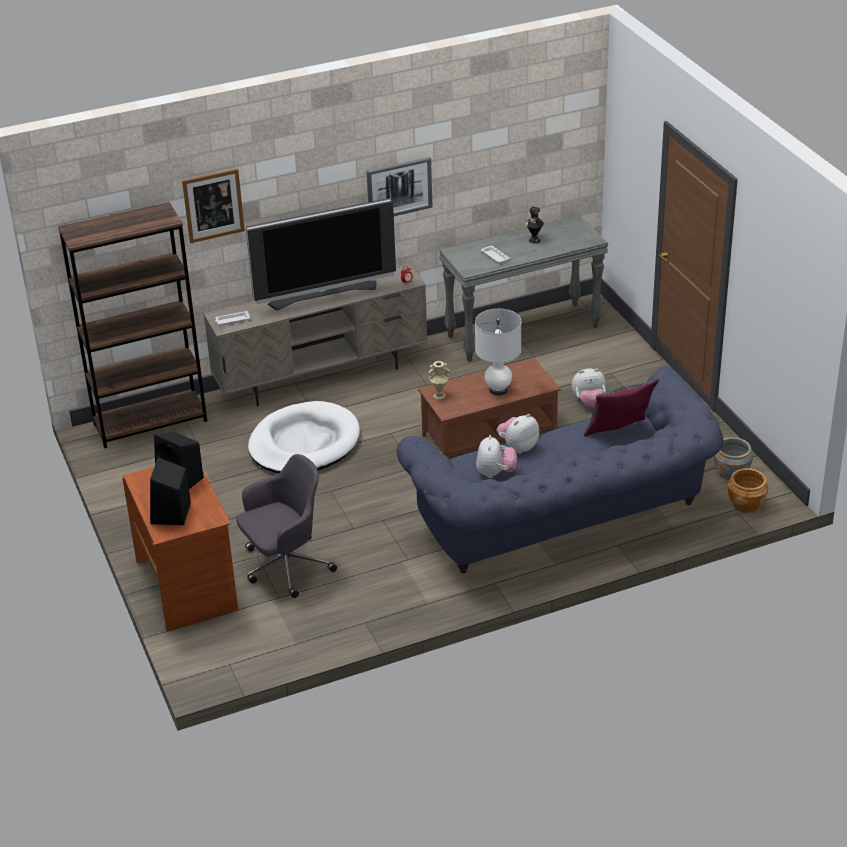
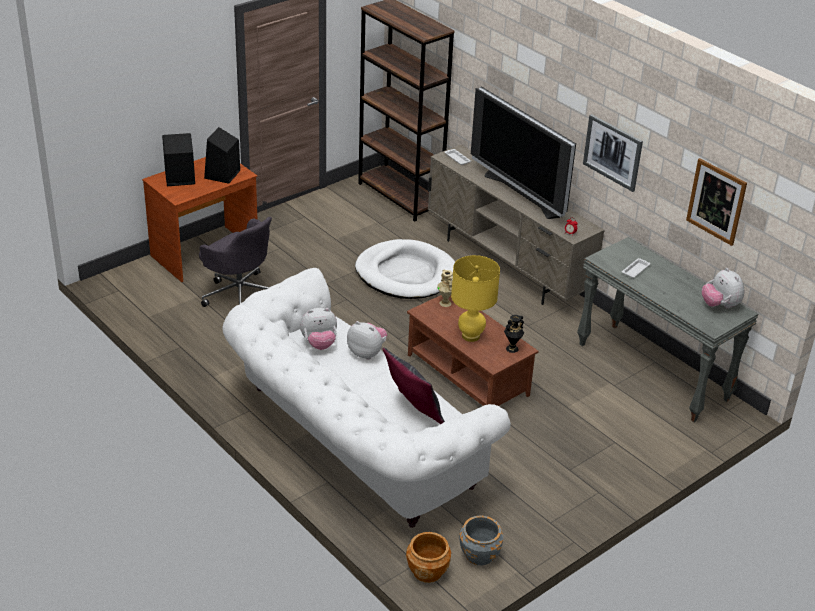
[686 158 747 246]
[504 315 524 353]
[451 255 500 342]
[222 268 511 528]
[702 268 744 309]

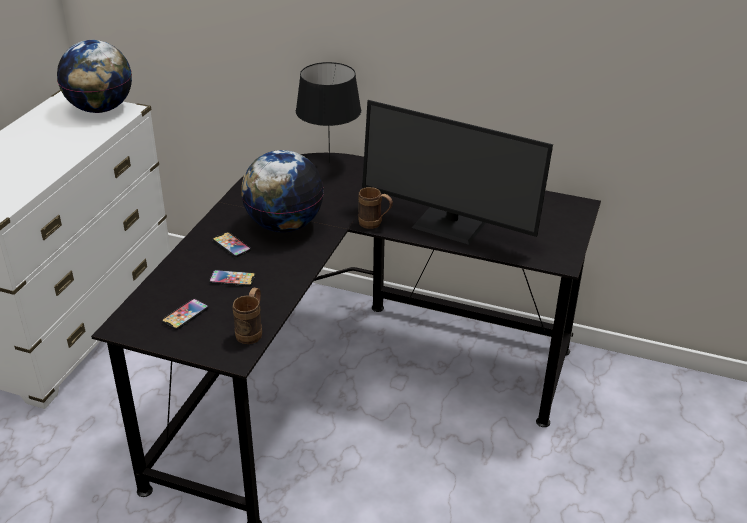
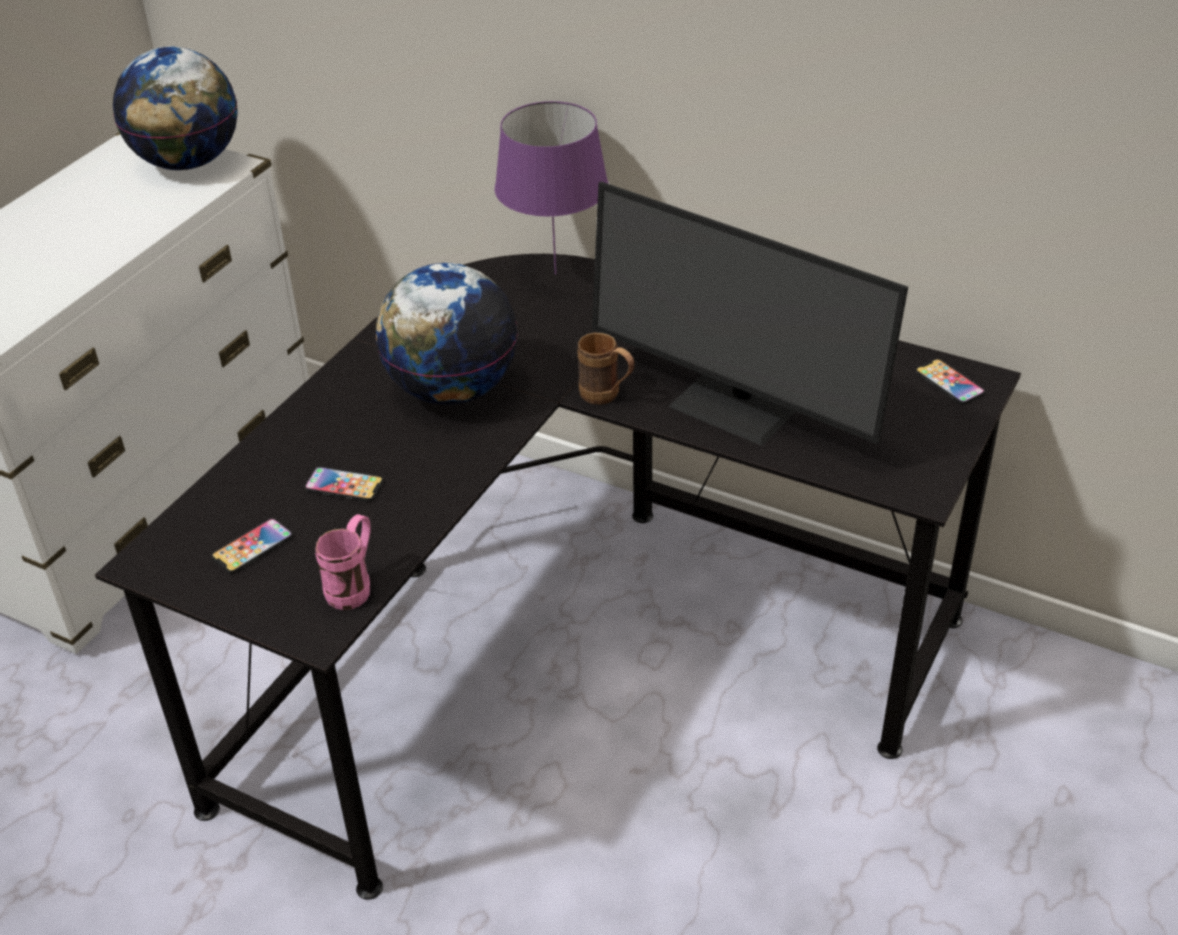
[495 101 608 275]
[915 359 985 405]
[315 514 371 610]

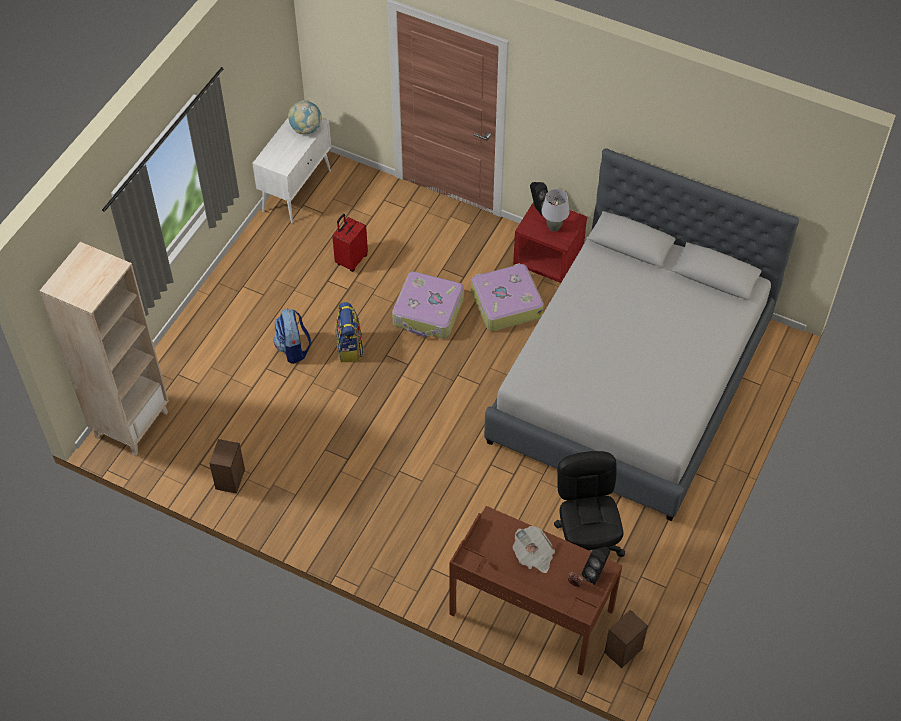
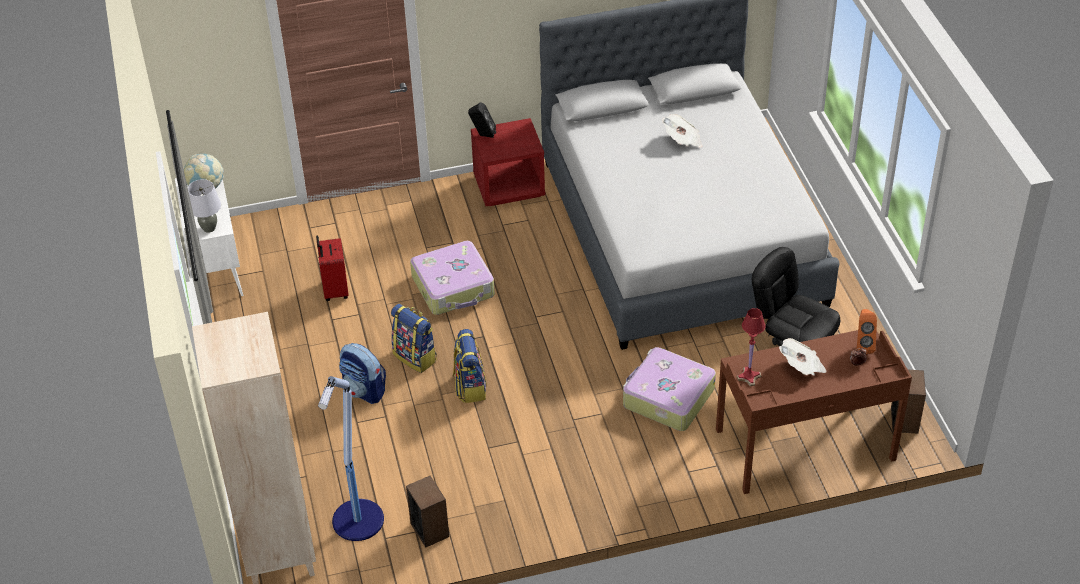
[188 179 221 233]
[623 347 716 431]
[857 309 877 354]
[662 114 703 147]
[736 308 766 386]
[453 329 487 403]
[318 376 384 541]

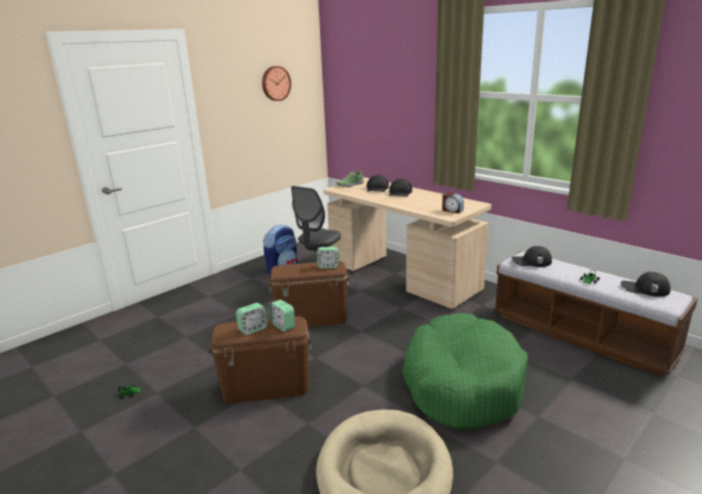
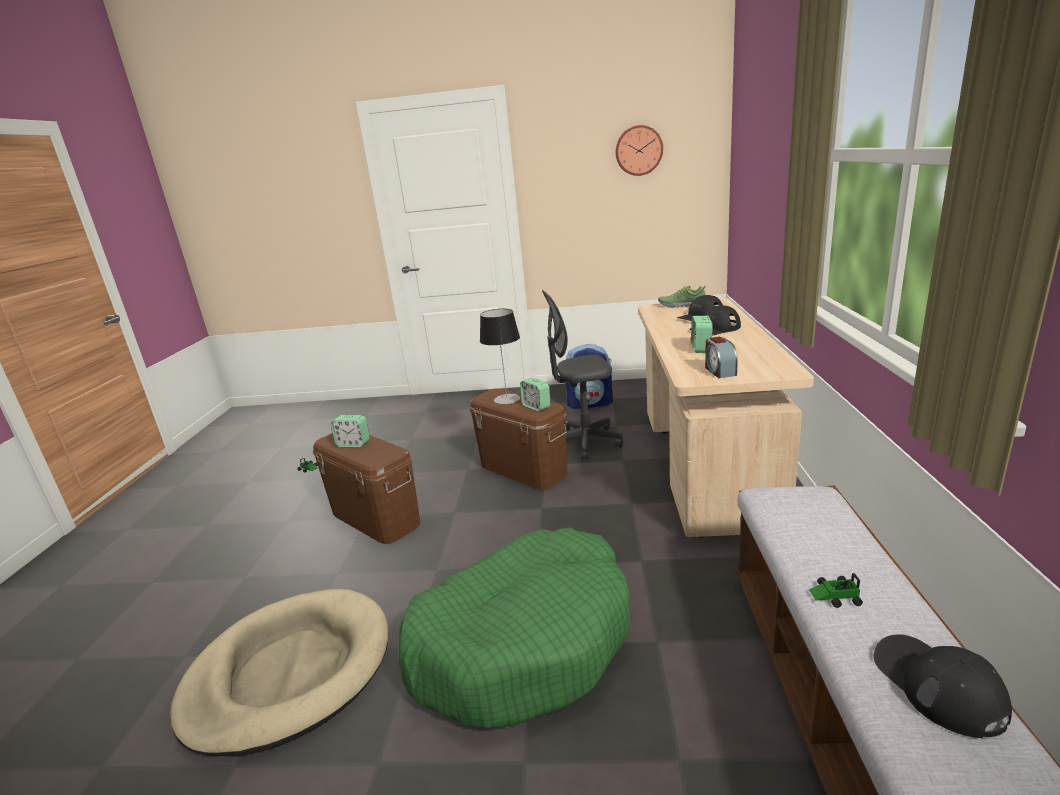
[512 246 552 267] (first image)
[691 316 713 353]
[480 309 520 404]

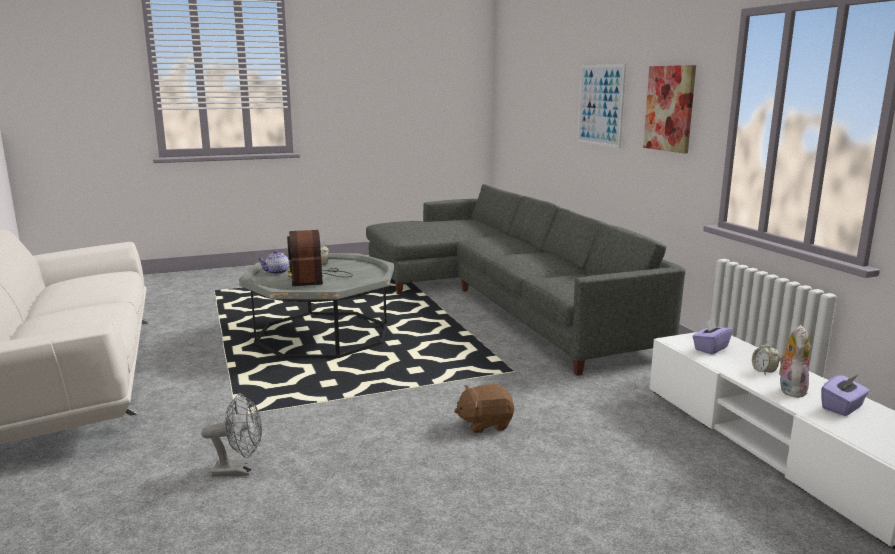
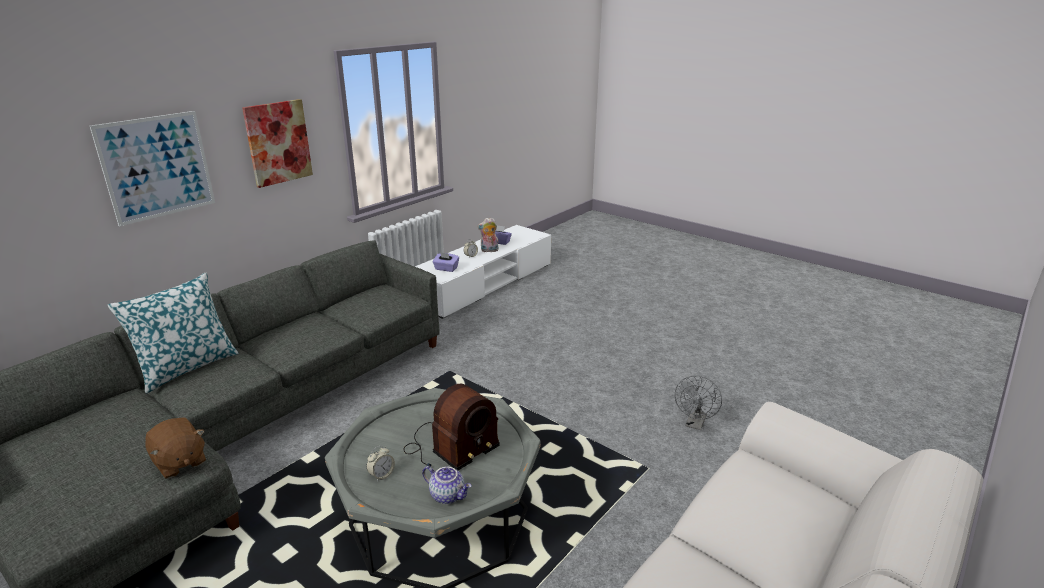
[146 417 206 479]
[675 376 722 430]
[108 273 239 394]

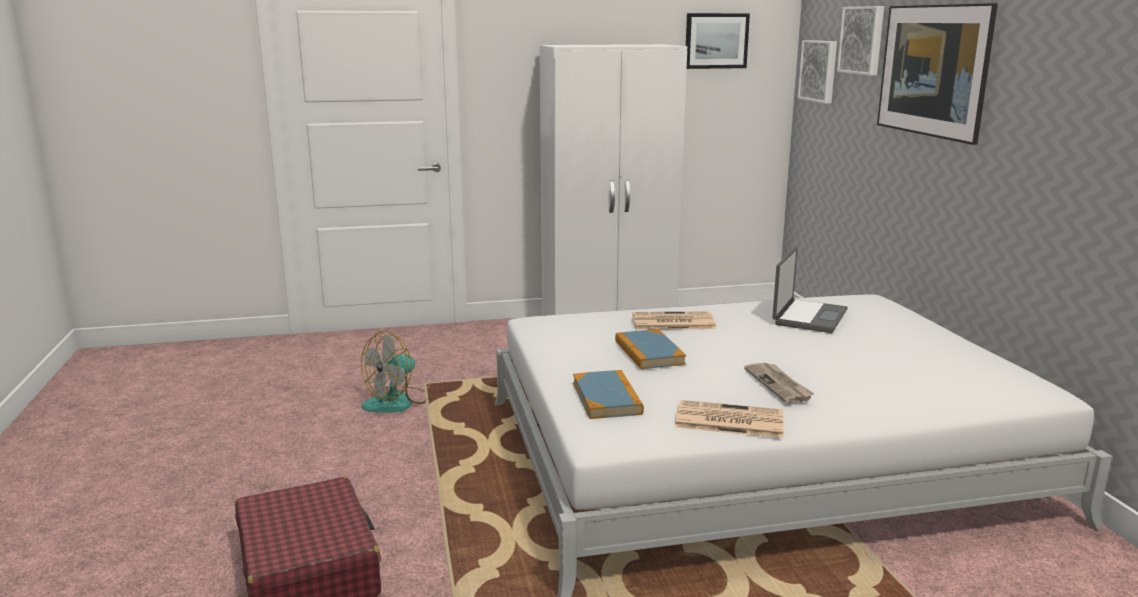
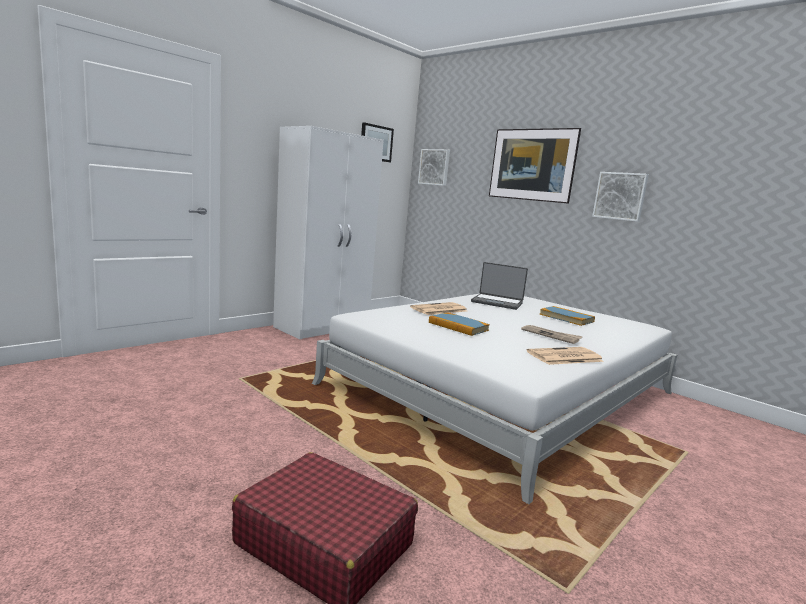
[592 172 649 222]
[471 262 528 310]
[361 331 430 413] (first image)
[540 306 595 326]

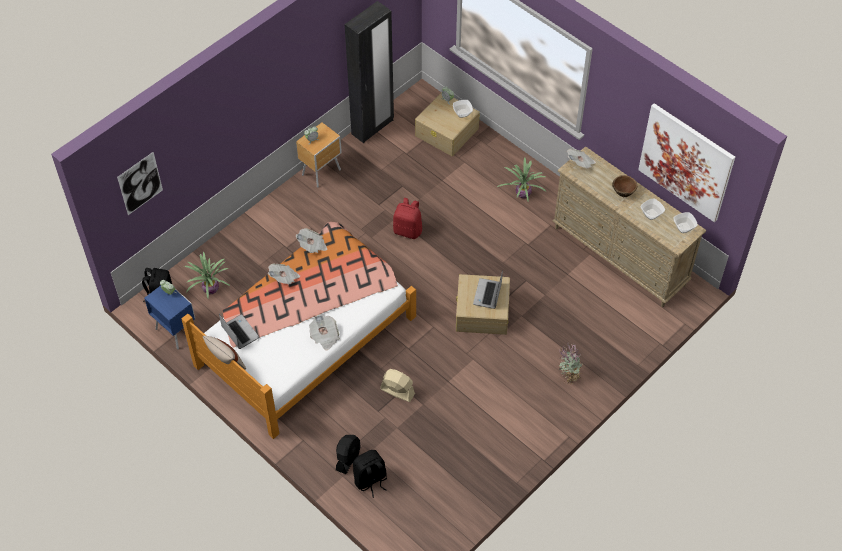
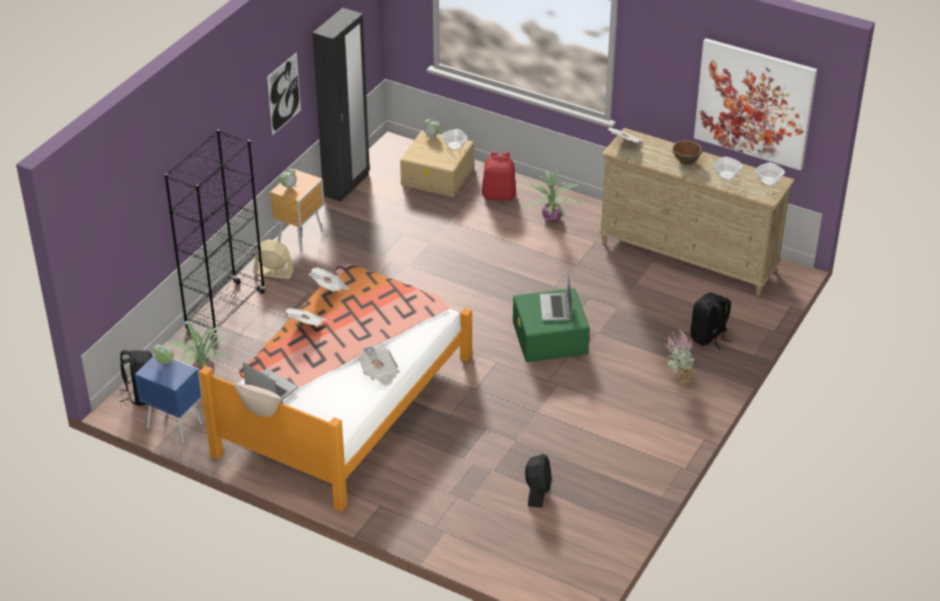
[267 52 301 135]
[482 151 516 201]
[513 288 590 362]
[253 240 294 279]
[525 454 551 508]
[690 293 731 350]
[164 130 265 340]

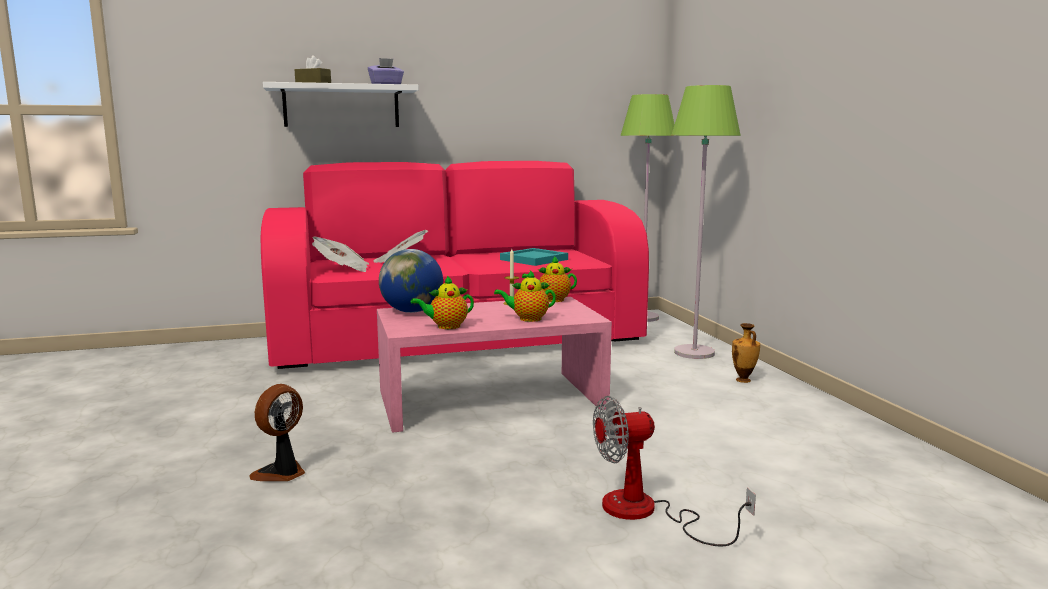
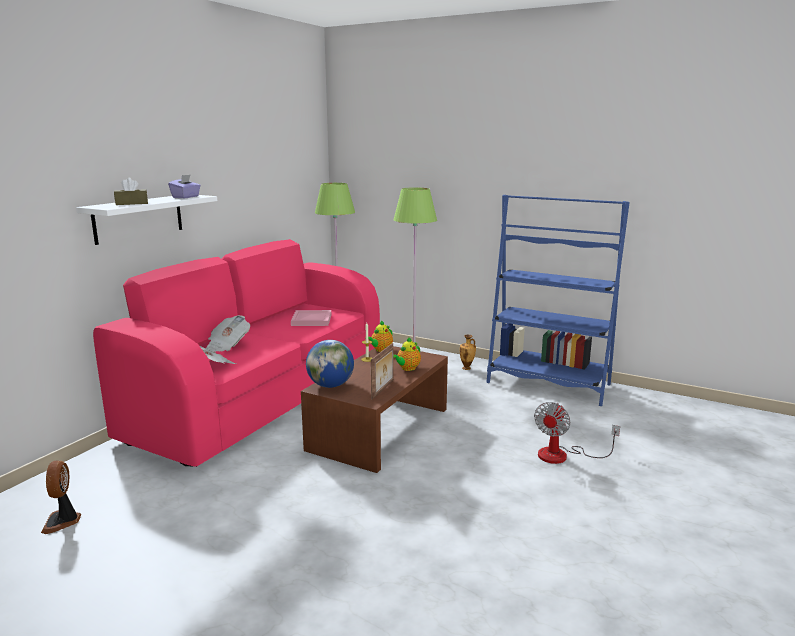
[291 310 331 326]
[371 343 393 400]
[301 346 448 473]
[41 461 81 534]
[486 195 630 406]

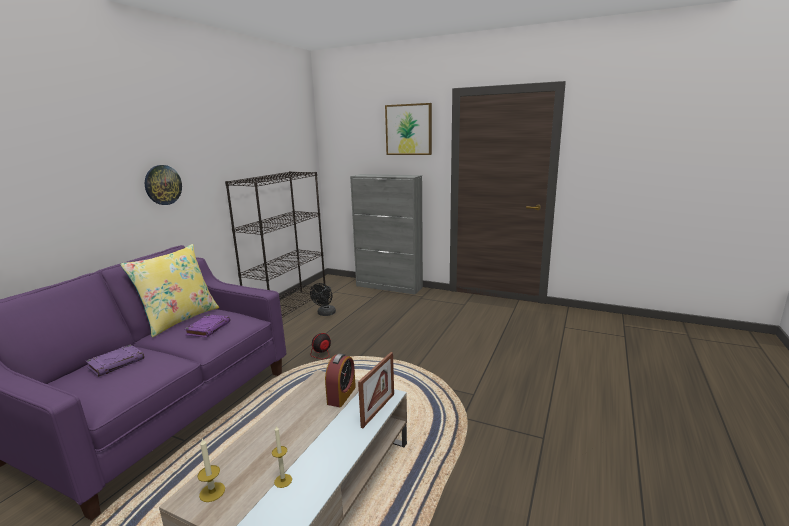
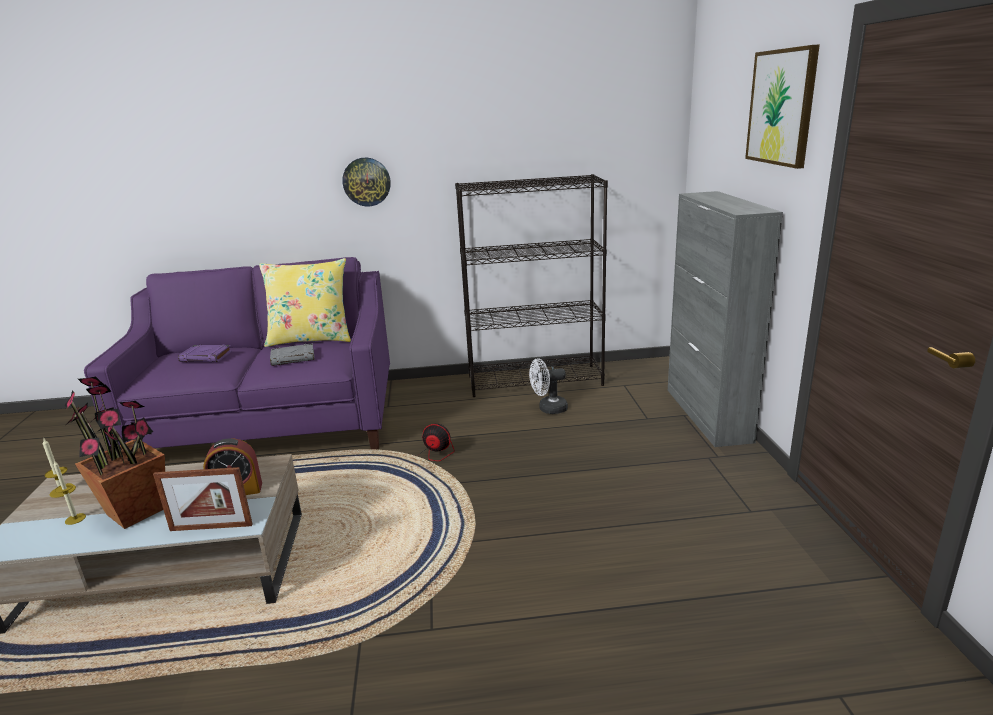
[529 358 568 414]
[270 343 314 366]
[64 377 165 529]

